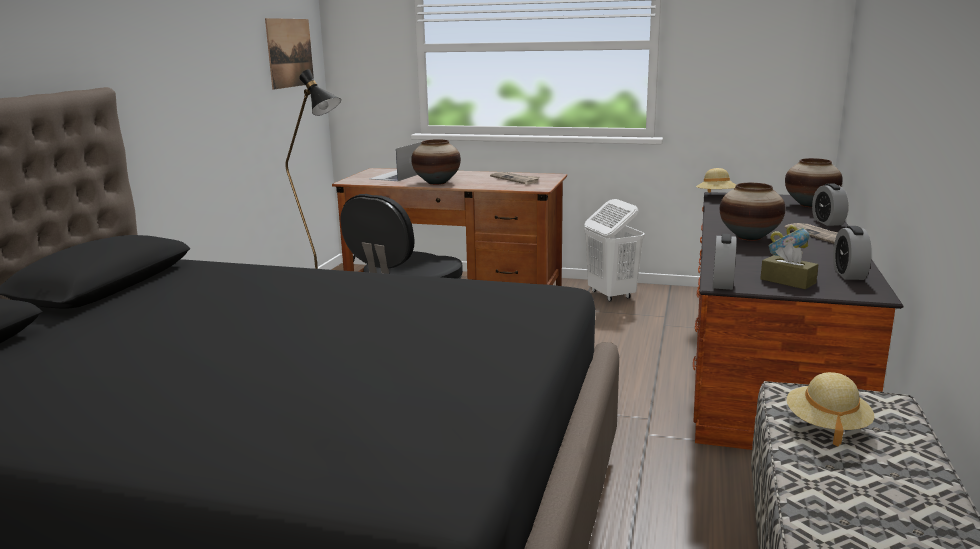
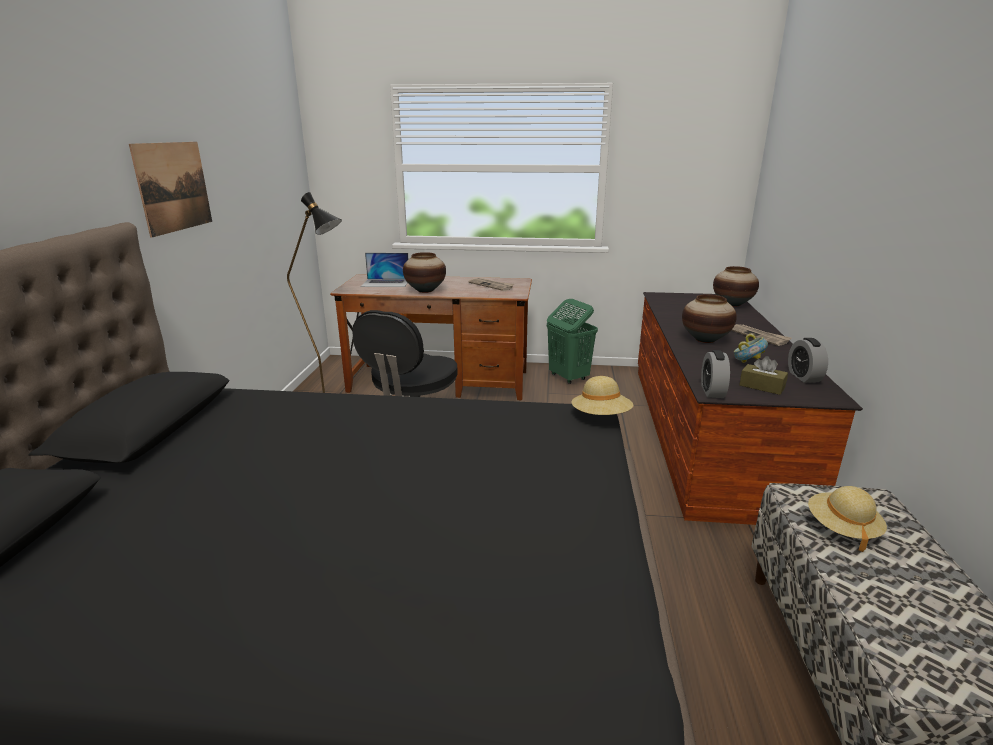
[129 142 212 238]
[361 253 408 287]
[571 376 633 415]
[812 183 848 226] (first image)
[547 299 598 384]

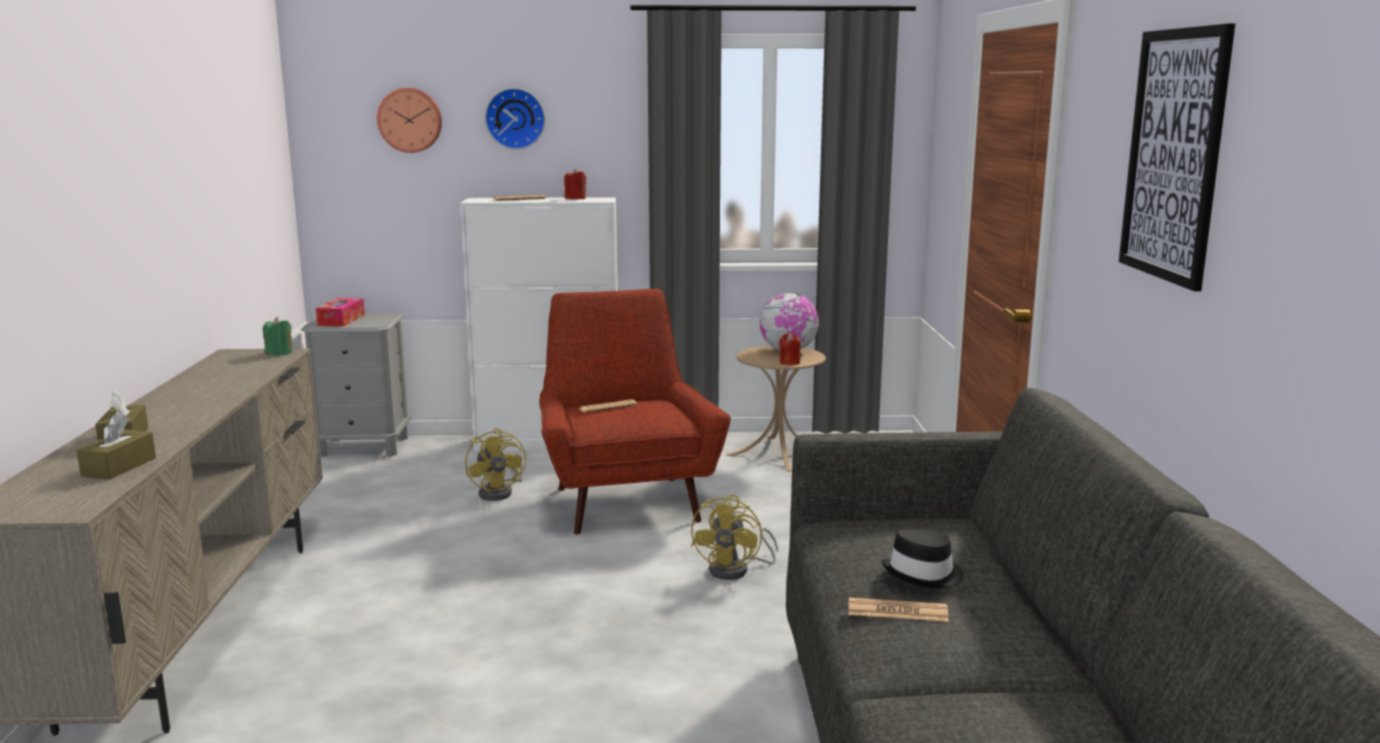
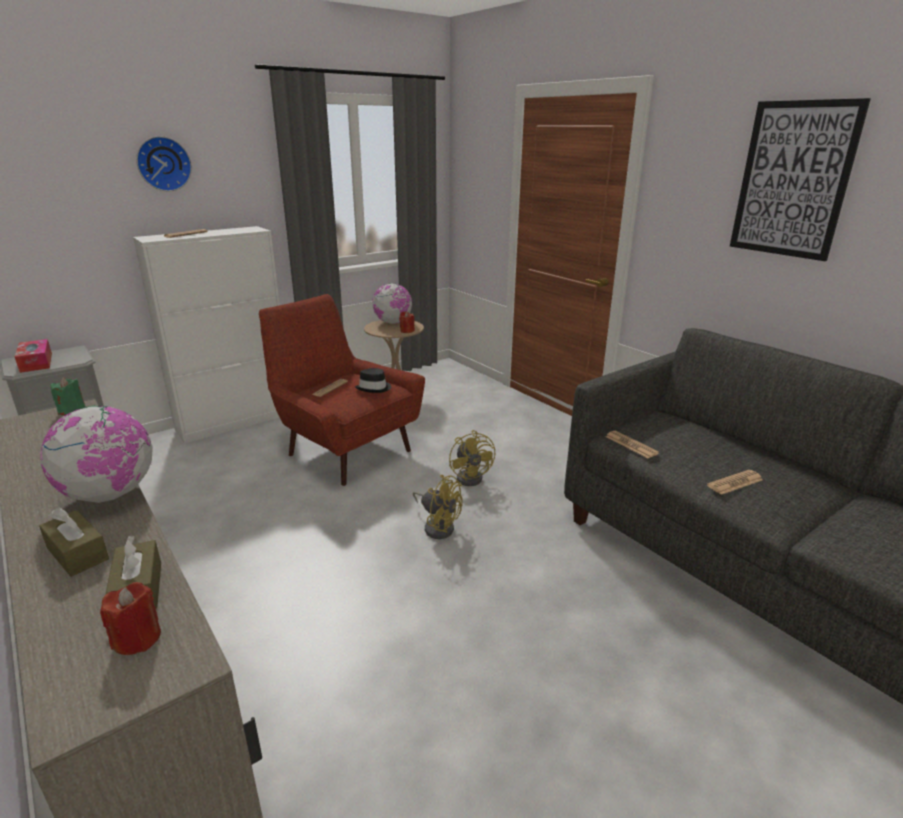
[377 88 442 153] (first image)
[100 582 161 655]
[413 475 463 539]
[355 368 391 393]
[40 406 153 503]
[606 431 659 458]

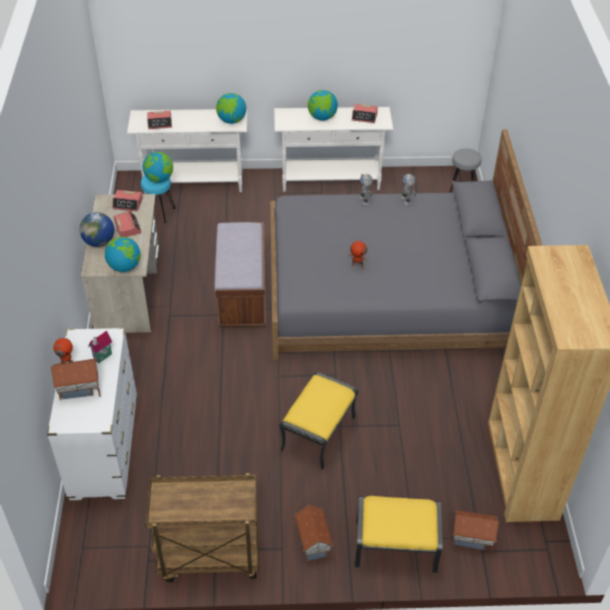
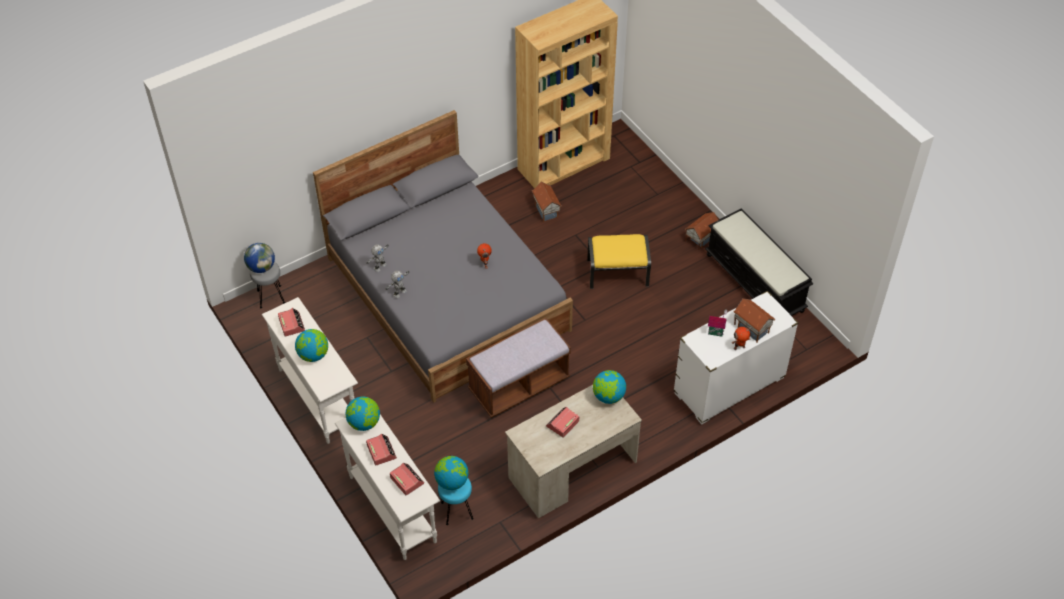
[366 434 397 466]
[244 243 275 273]
[705 209 813 316]
[355 496 443 573] (first image)
[532 182 562 222]

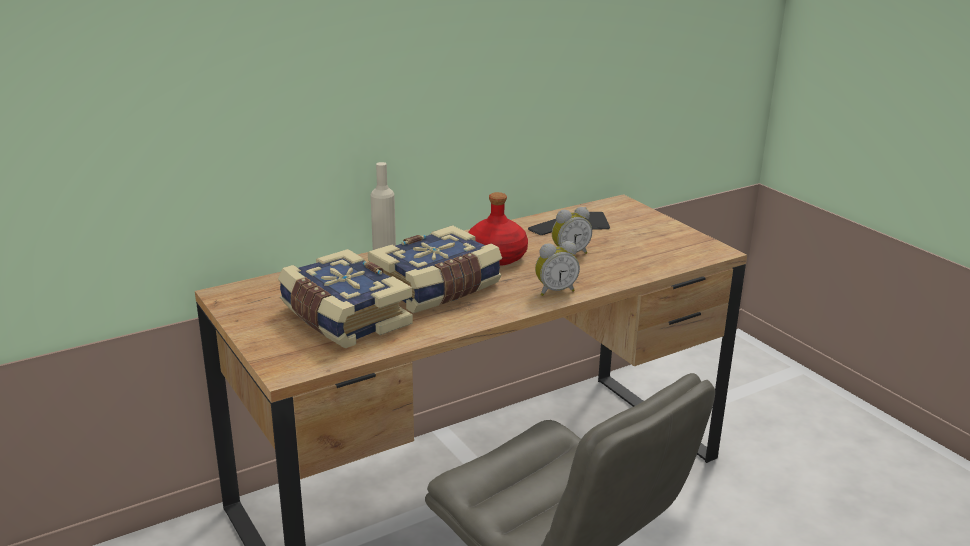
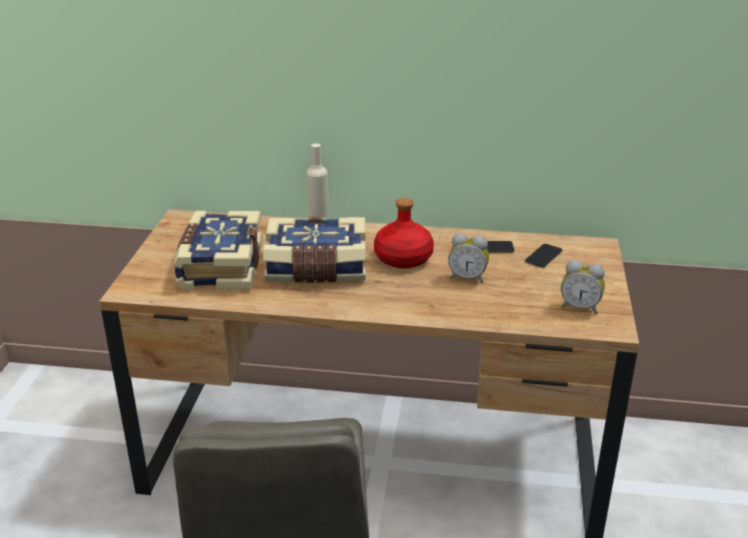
[561 260 605 314]

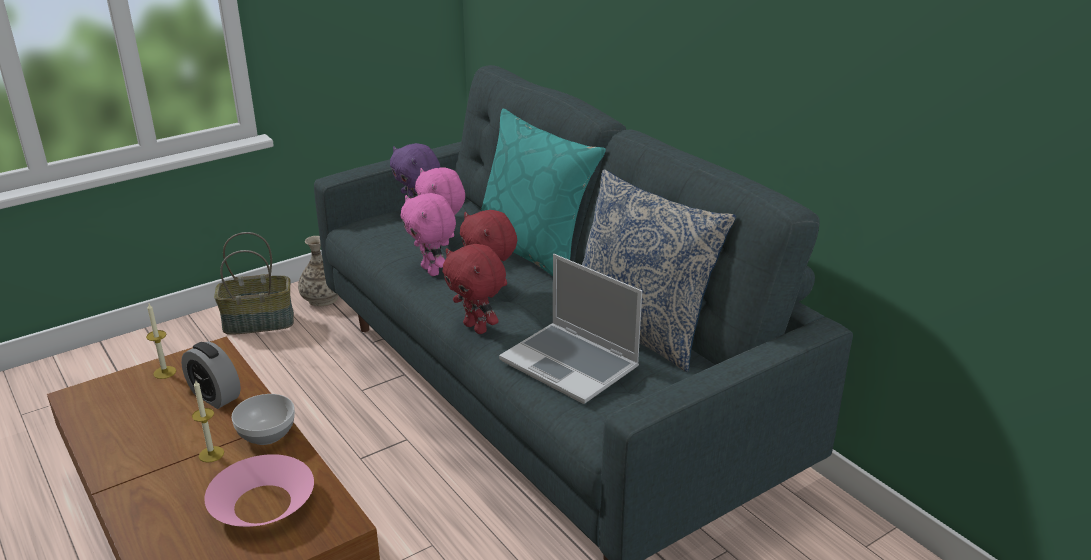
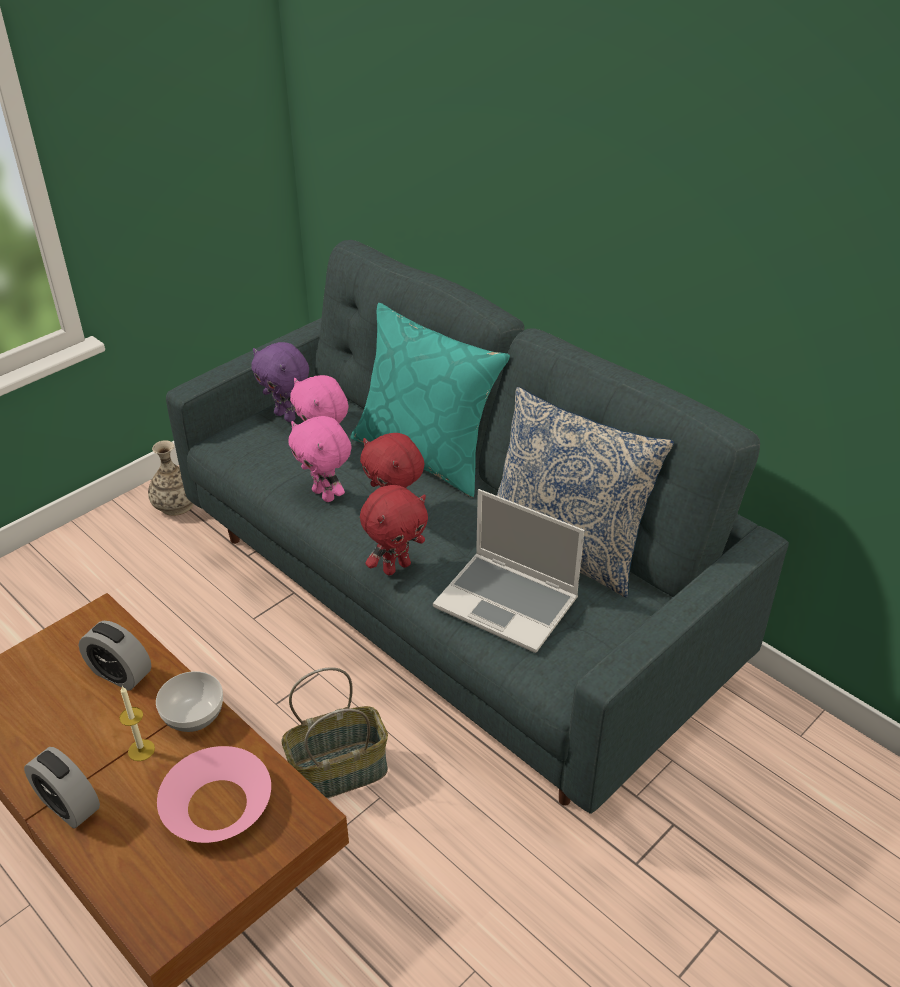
[281 667 388 798]
[360 485 428 576]
[146 304 176 379] (first image)
[24 747 100 828]

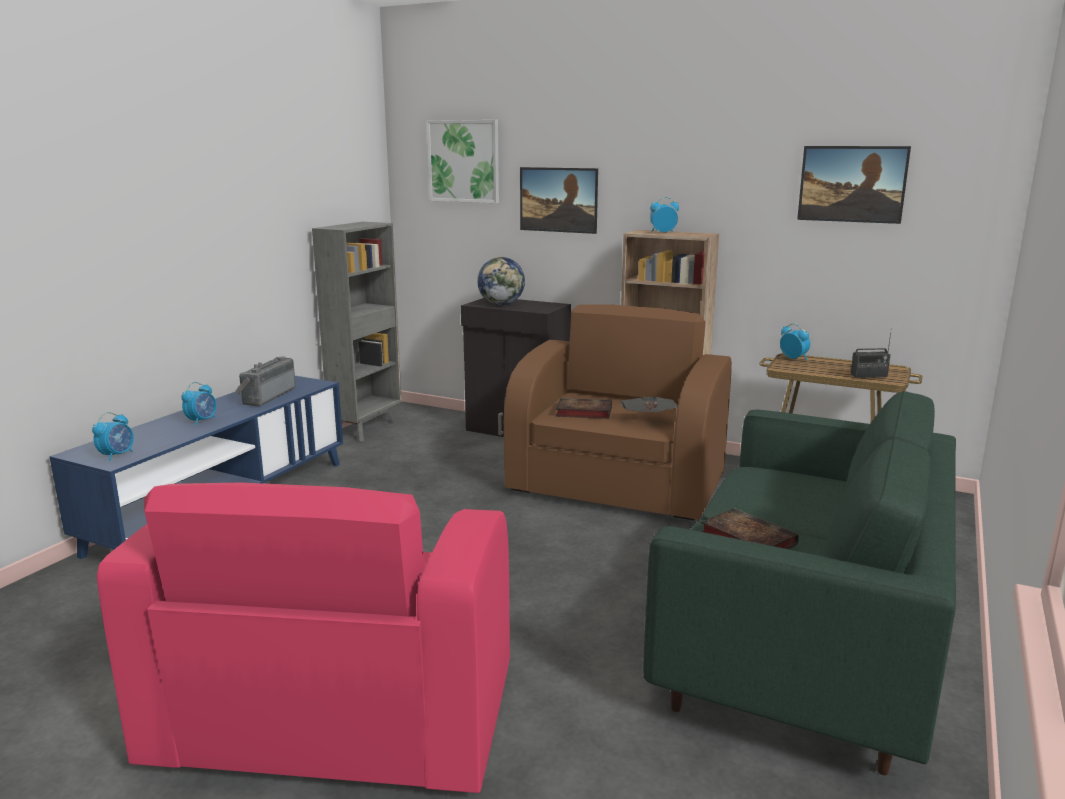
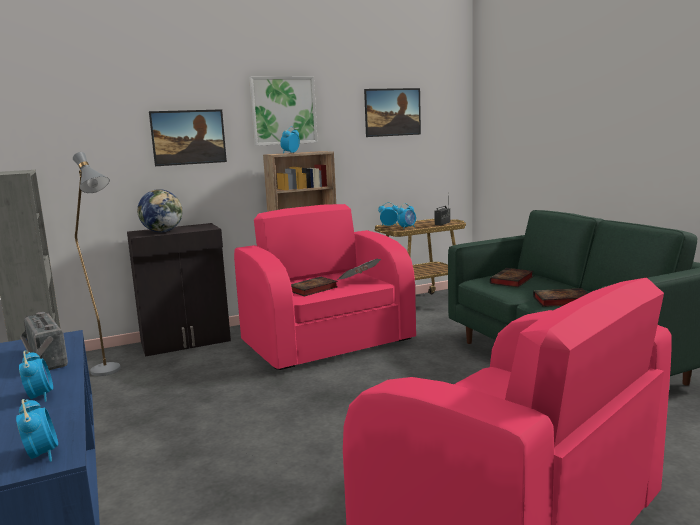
[249 76 317 146]
[234 204 416 370]
[73 152 121 376]
[397 203 416 229]
[490 268 533 287]

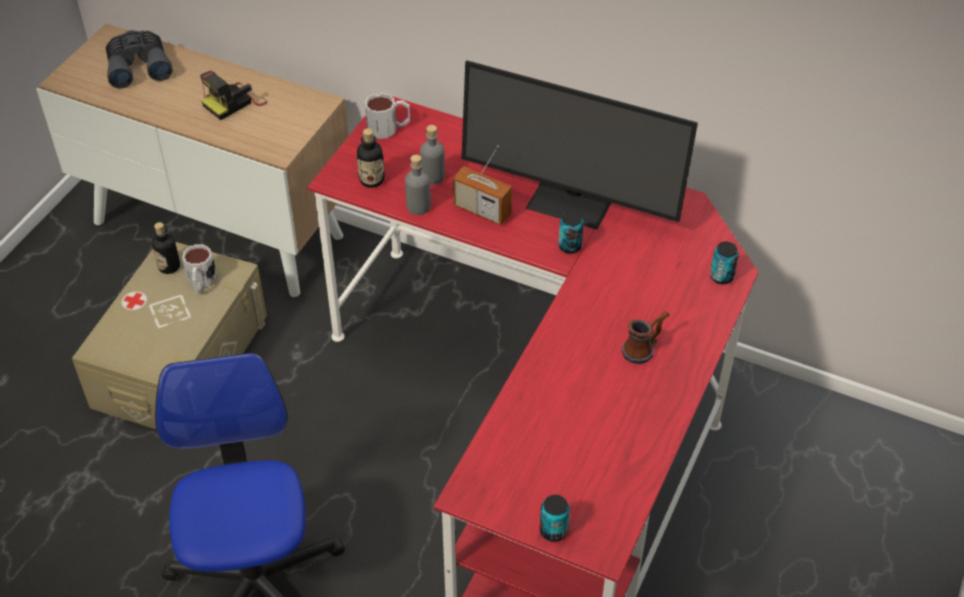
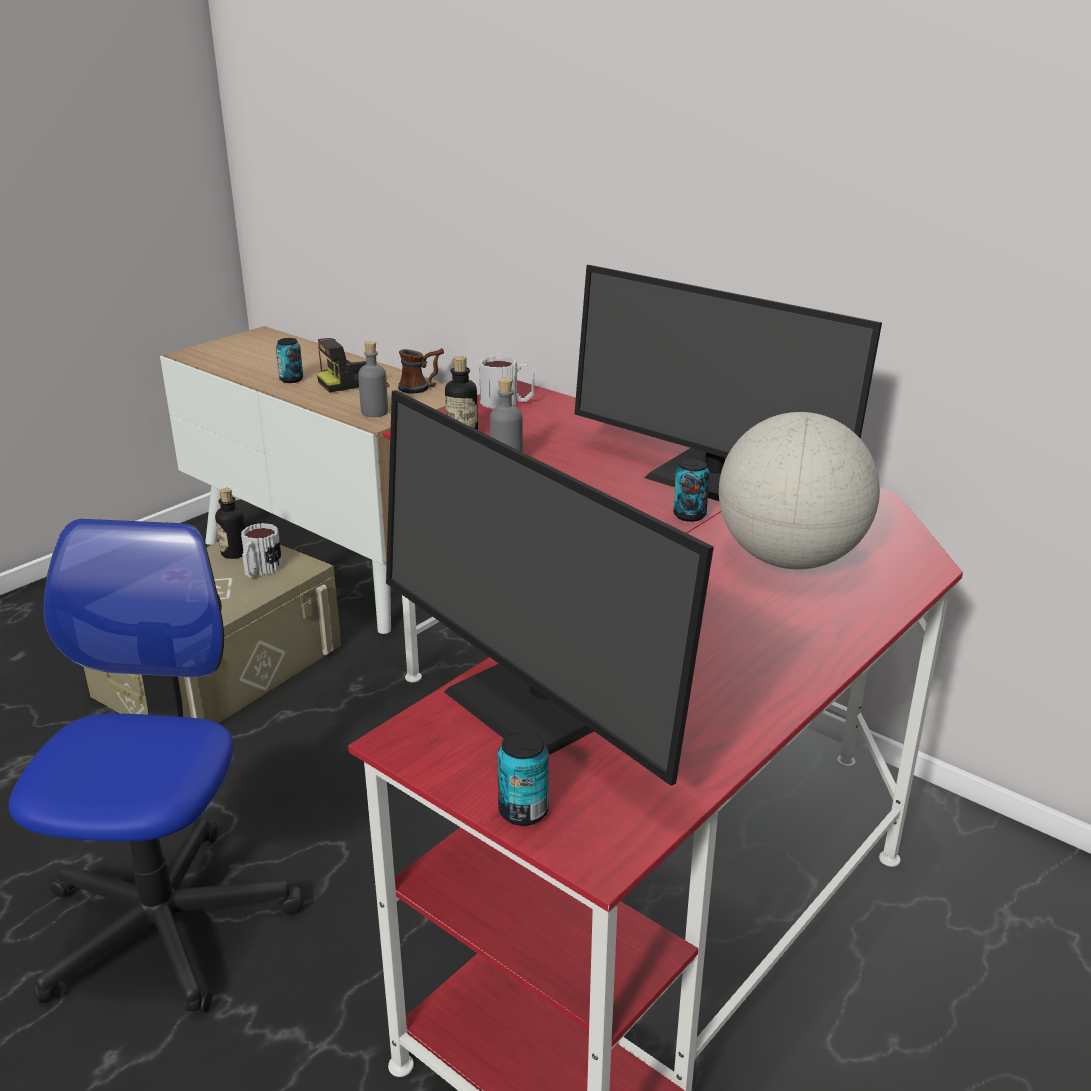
[106 30 173 89] (first image)
[358 341 388 417]
[453 146 512 225] (first image)
[276 338 303 383]
[398 348 444 394]
[386 390 714 786]
[719 412 880 569]

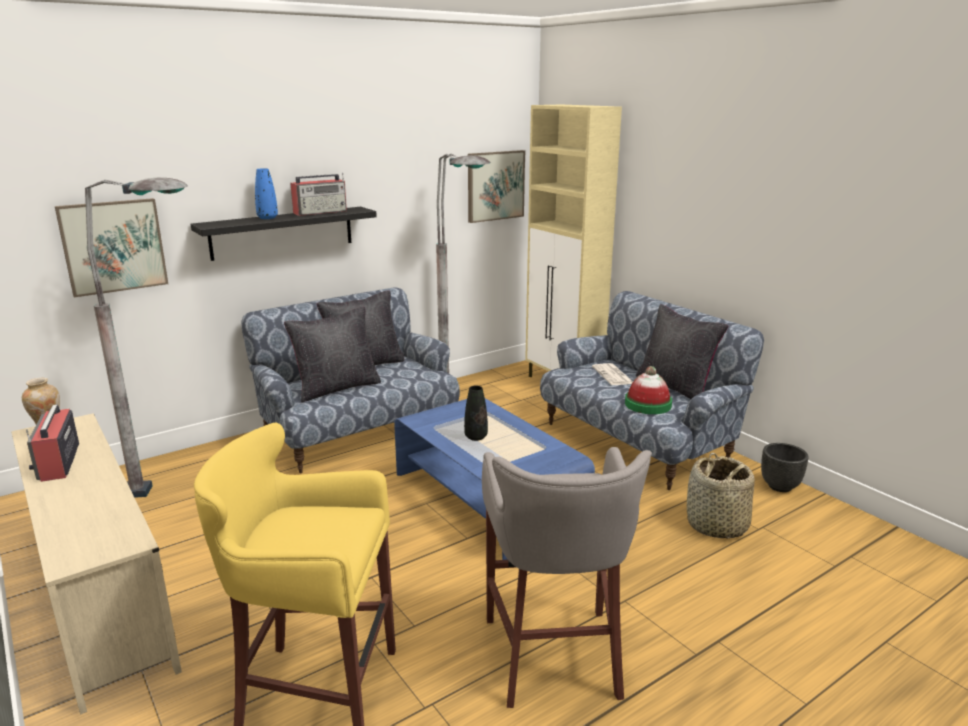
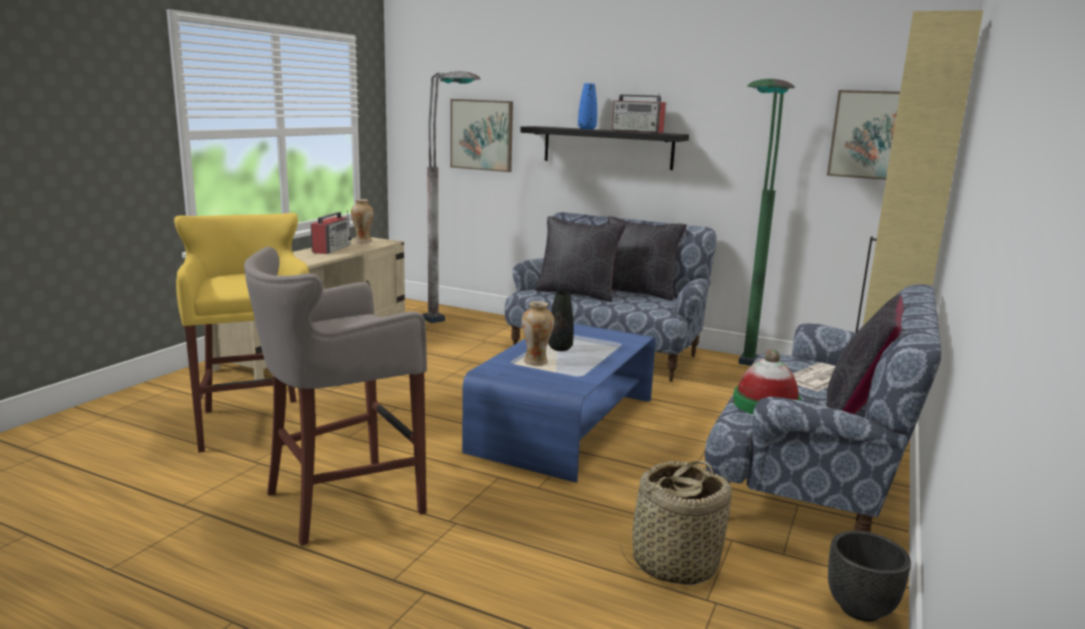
[739 79 795 366]
[311 210 352 254]
[522 301 554 366]

